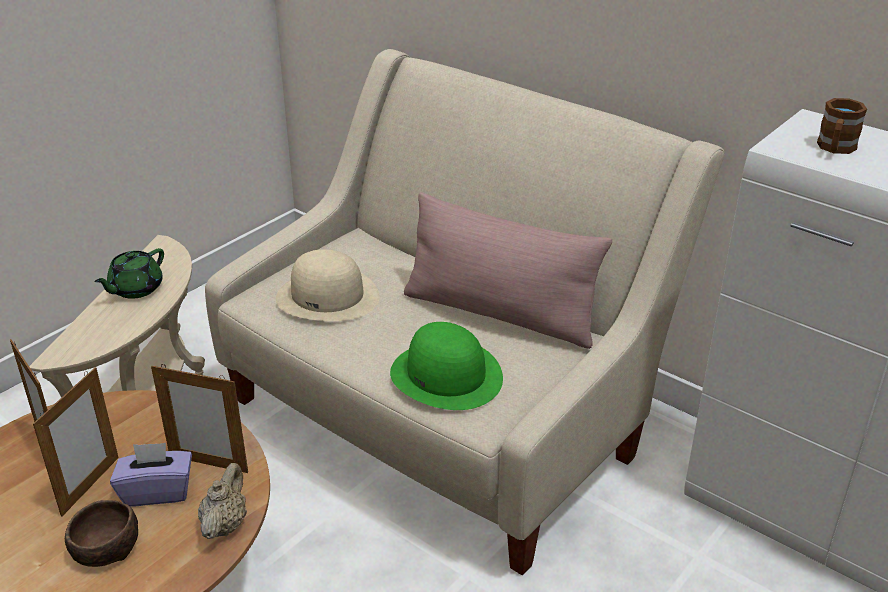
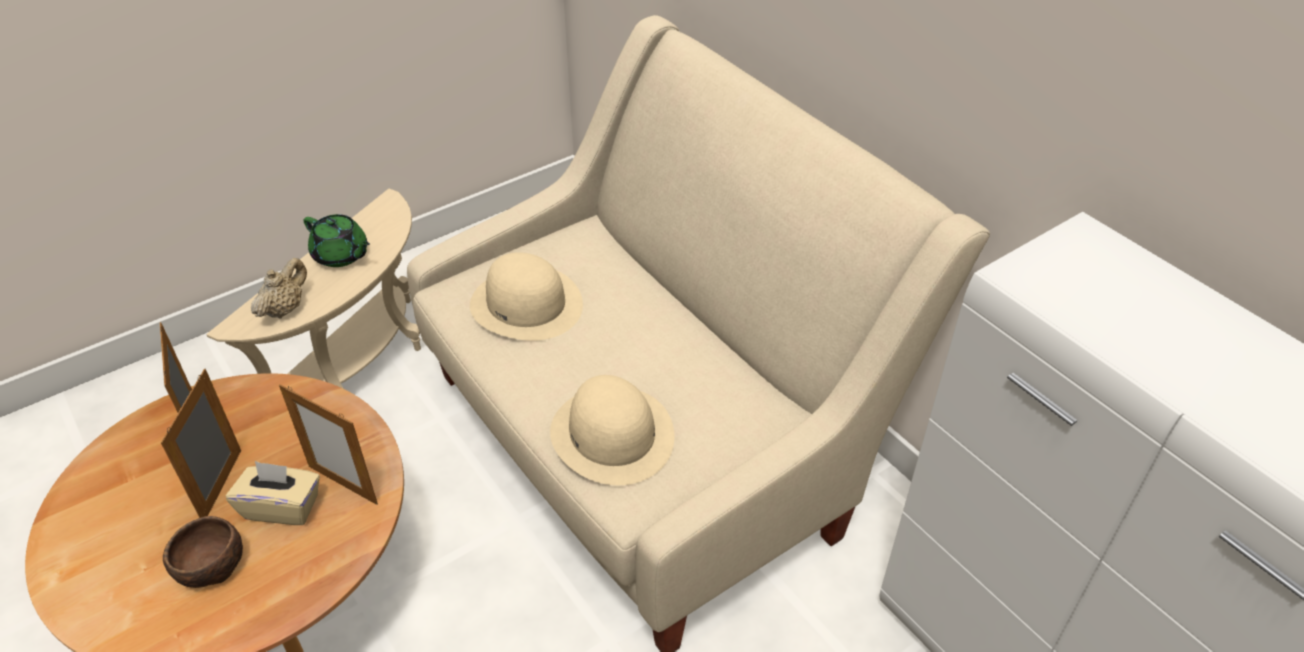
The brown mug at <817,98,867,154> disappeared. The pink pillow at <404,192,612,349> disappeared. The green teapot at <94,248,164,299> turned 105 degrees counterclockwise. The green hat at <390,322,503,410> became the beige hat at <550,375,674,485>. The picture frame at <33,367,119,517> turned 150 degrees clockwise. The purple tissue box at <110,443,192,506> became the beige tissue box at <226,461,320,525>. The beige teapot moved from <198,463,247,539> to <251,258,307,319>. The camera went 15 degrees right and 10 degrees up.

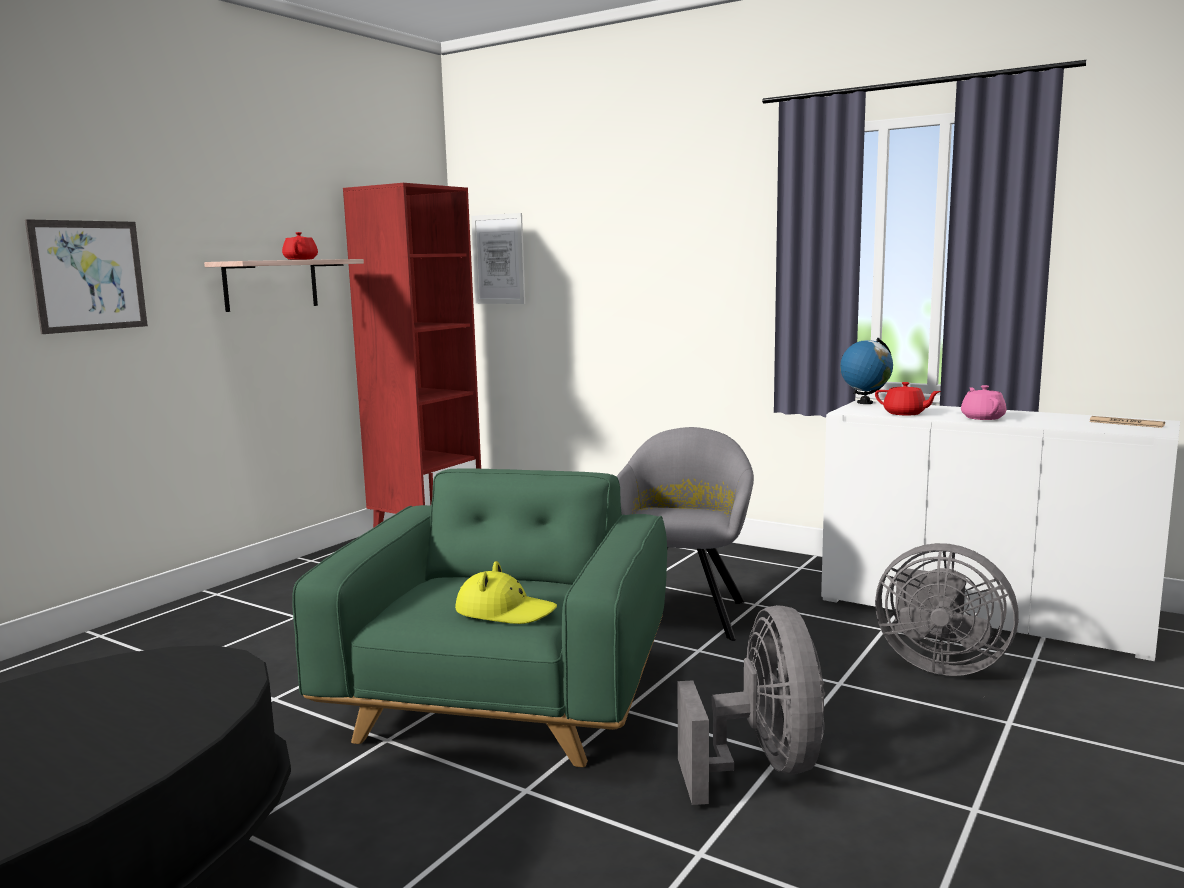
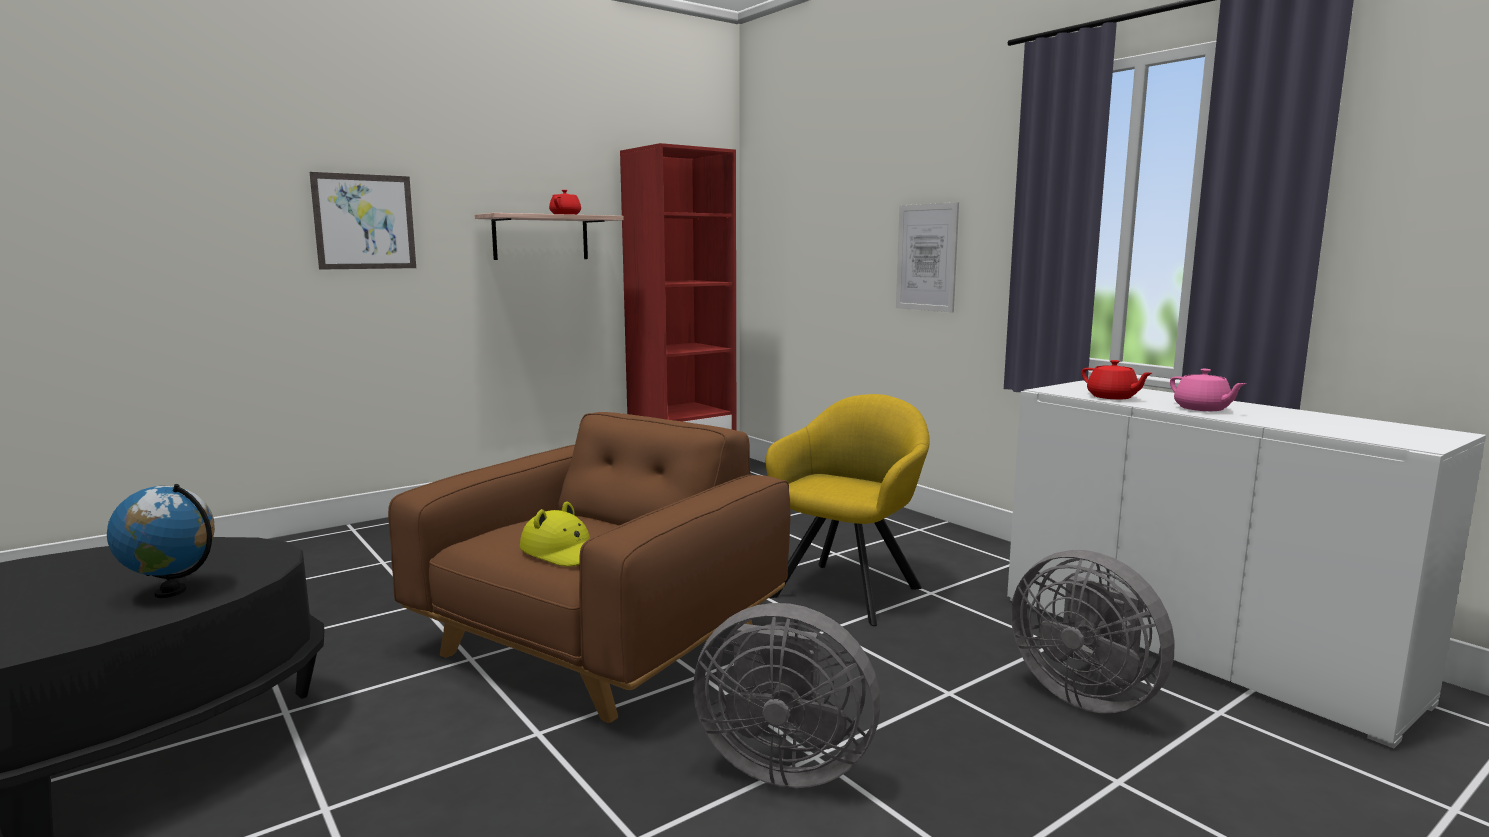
The picture moved from <471,213,525,304> to <896,202,959,312>. The globe moved from <840,338,893,404> to <107,484,215,598>. The pink teapot at <961,385,1006,420> turned 135 degrees clockwise. The newspaper at <1089,416,1165,428> disappeared. The grey armchair at <616,427,754,641> became the yellow armchair at <766,394,930,626>. The green armchair at <292,468,667,767> became the brown armchair at <388,412,790,723>. The grey fan at <677,605,825,805> turned 90 degrees clockwise. The camera went 20 degrees right and 0 degrees up.

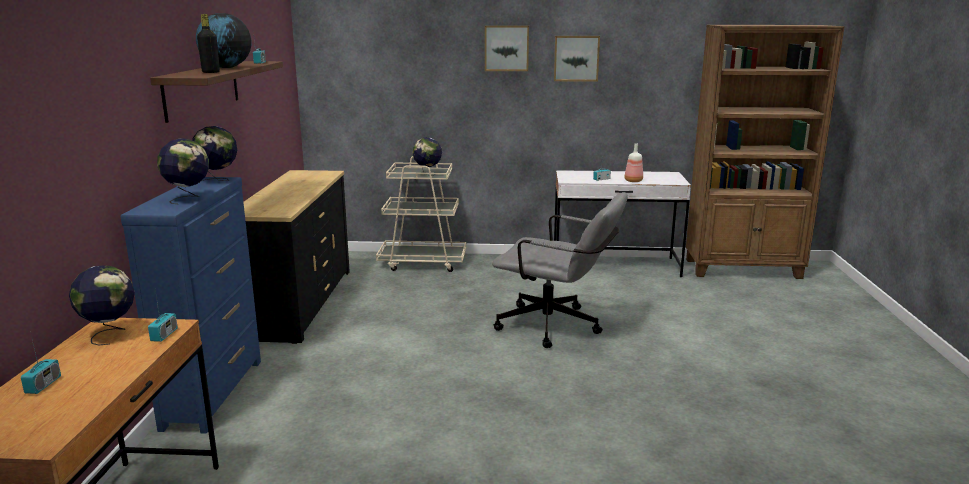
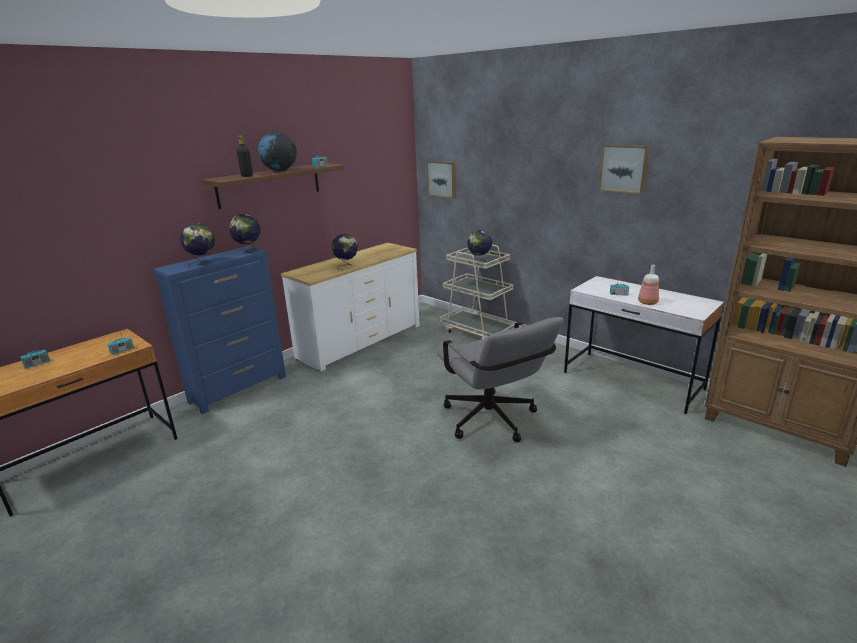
The picture moved from <485,26,529,71> to <427,161,456,198>. The black dresser at <243,170,350,344> became the white dresser at <281,243,420,371>. The globe moved from <69,266,135,346> to <332,234,358,270>. The camera went 40 degrees right and 5 degrees up.

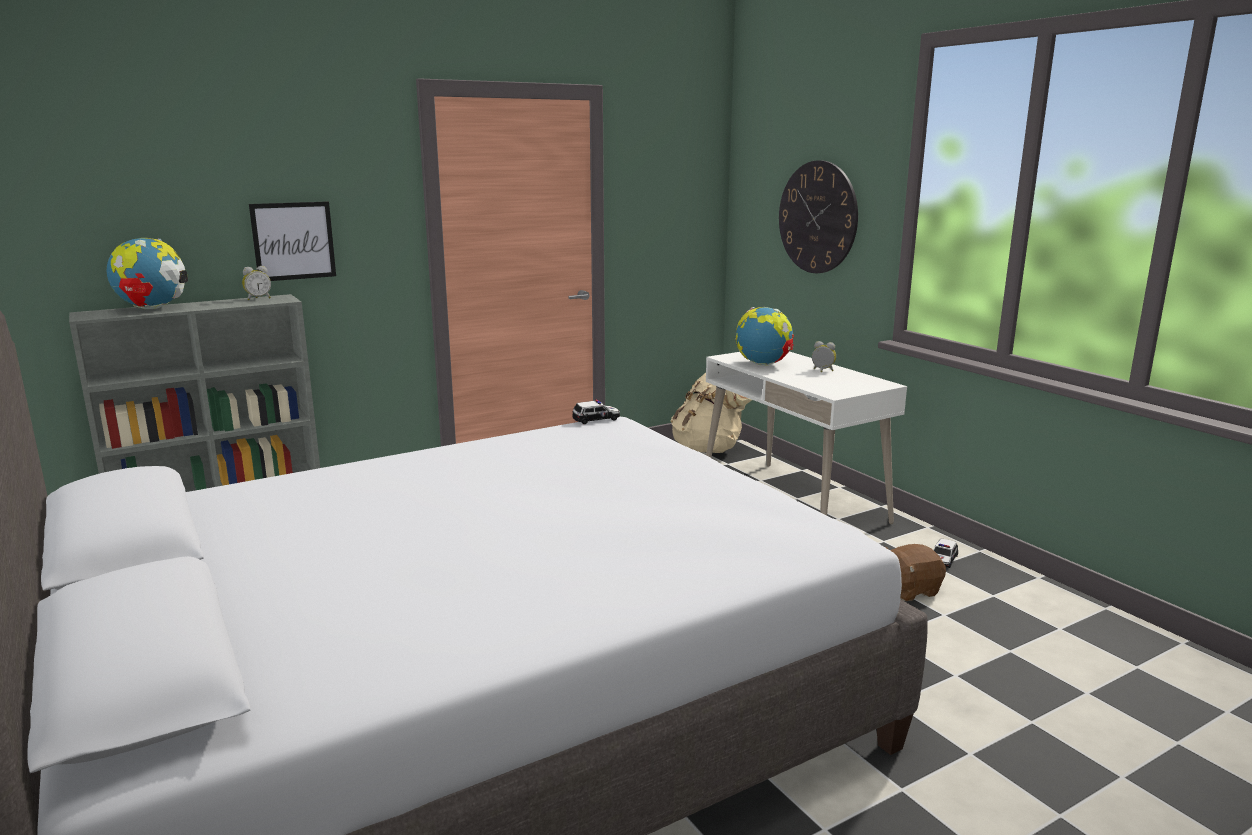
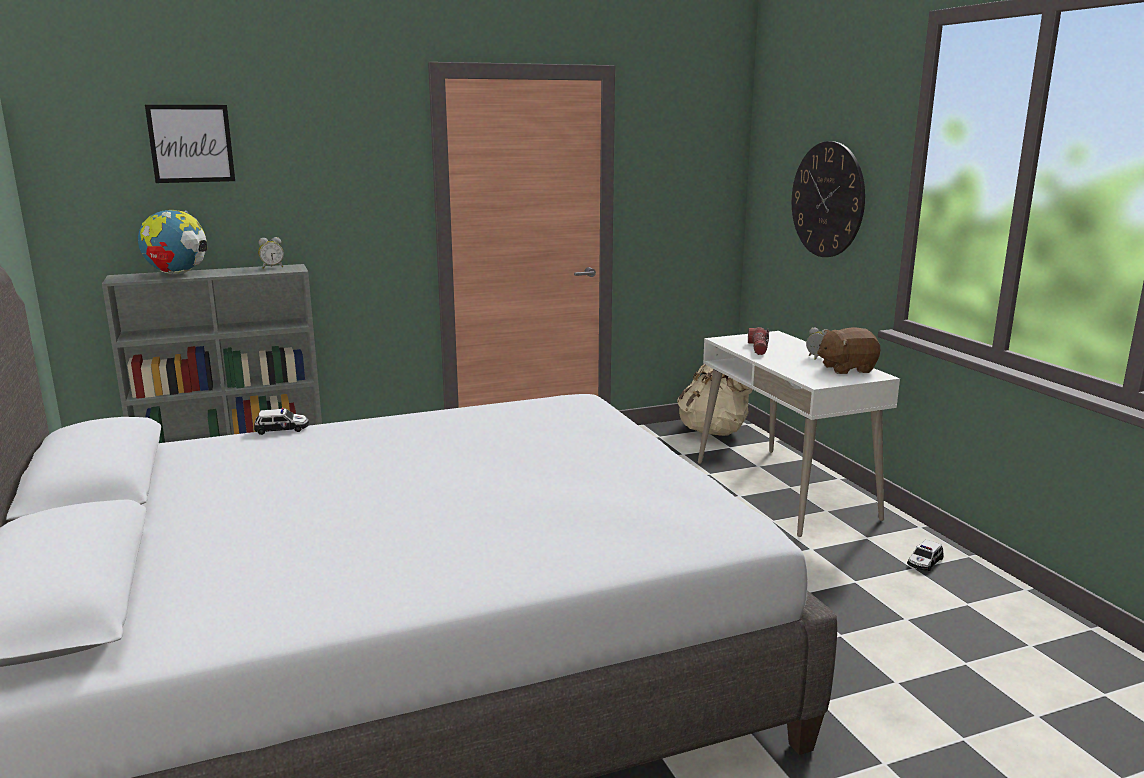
The picture moved from <249,202,336,281> to <145,105,235,183>. The globe at <735,307,794,366> was replaced by the flashlight at <748,327,769,355>. The toy car moved from <572,399,620,424> to <254,408,309,435>. The brown plush toy moved from <885,544,946,601> to <817,328,880,374>. The camera went 10 degrees right and 0 degrees up.

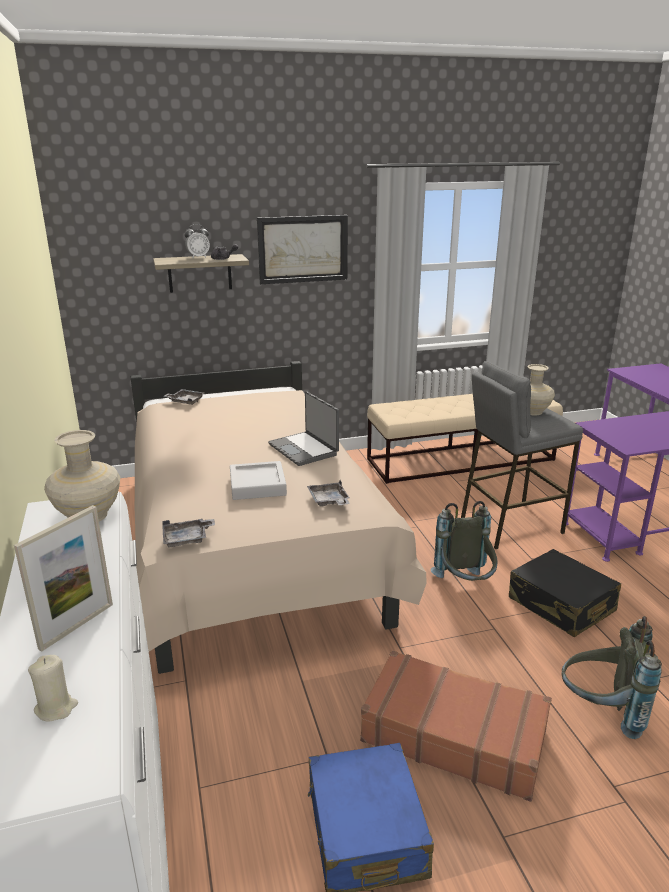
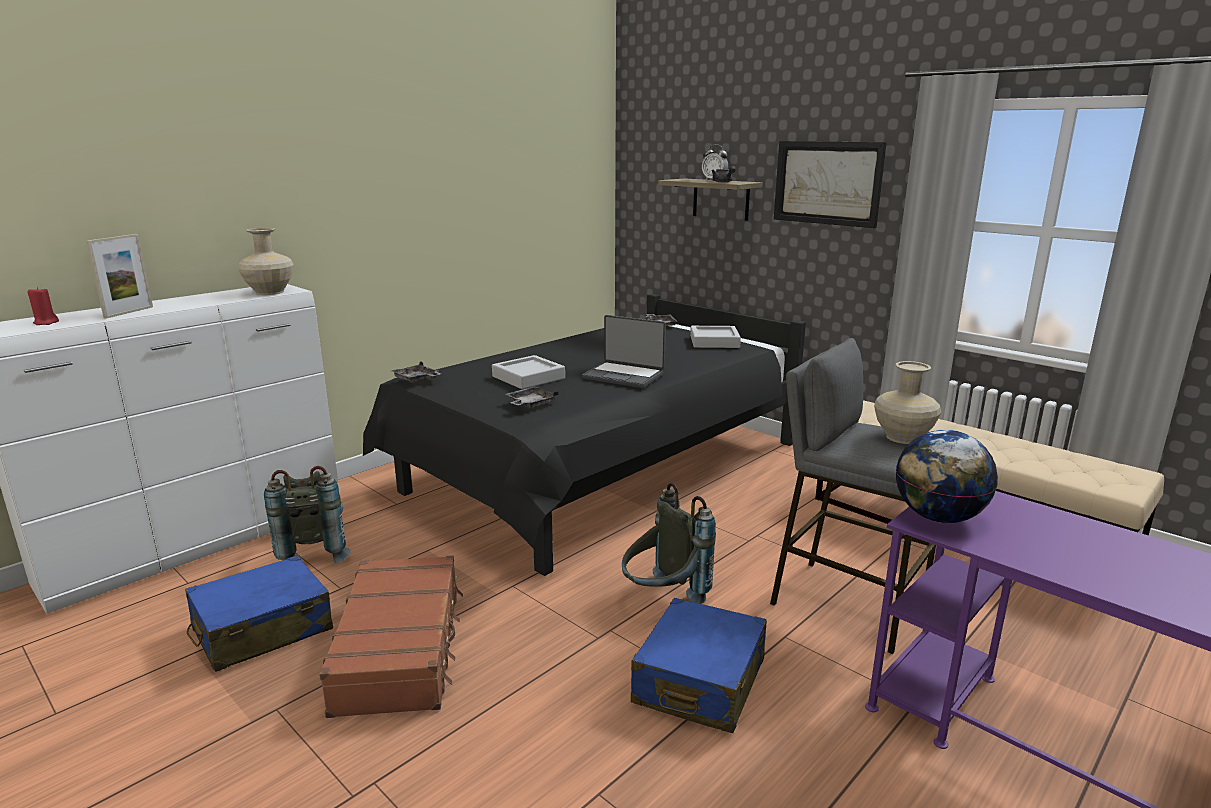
The beige bed at <131,361,426,674> became the black bed at <363,294,806,576>. The laptop at <268,392,339,466> turned 90 degrees counterclockwise. The picture frame at <14,505,113,652> turned 75 degrees counterclockwise. The black suitcase at <509,549,621,637> became the blue suitcase at <631,598,767,733>. The grey backpack moved from <561,616,662,739> to <264,466,351,563>. The beige candle at <28,655,78,722> became the red candle at <27,287,59,325>. The grey tray at <690,326,741,348> appeared. The globe at <896,430,998,523> appeared. The camera went 60 degrees right and 5 degrees down.

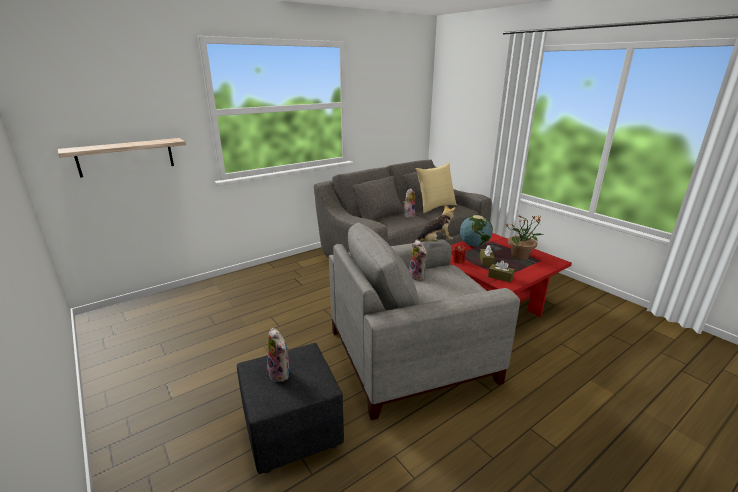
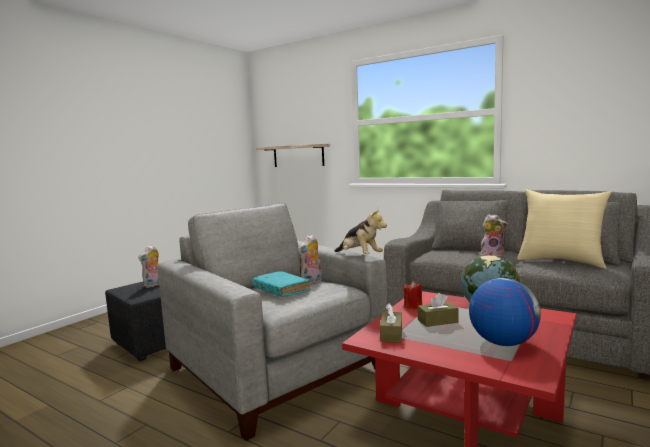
The potted plant at <506,215,544,260> was replaced by the globe at <469,278,541,346>. The turquoise book at <252,271,310,297> appeared. The camera went 70 degrees right and 15 degrees down.

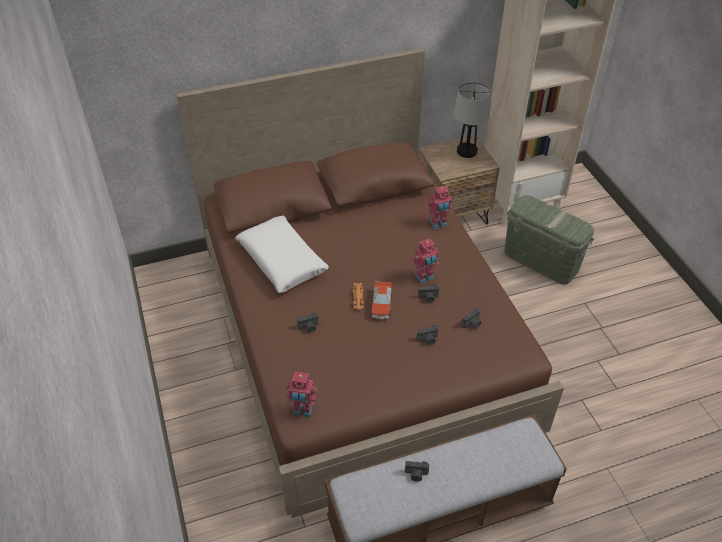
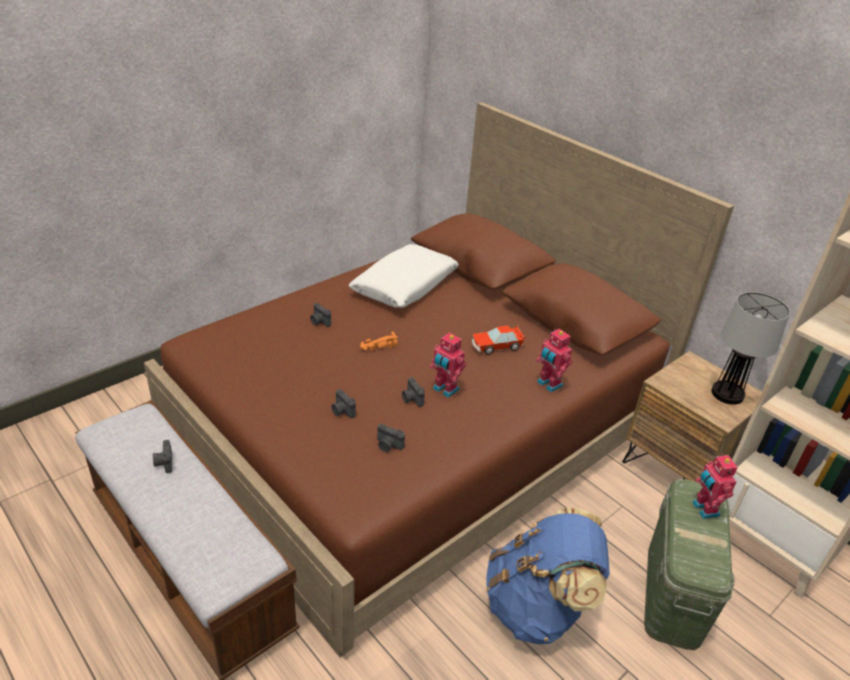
The toy car moved from <371,281,392,319> to <472,325,526,355>. The toy robot moved from <286,372,317,417> to <692,453,738,519>. The blue backpack at <486,507,610,644> appeared. The camera went 65 degrees right and 10 degrees down.

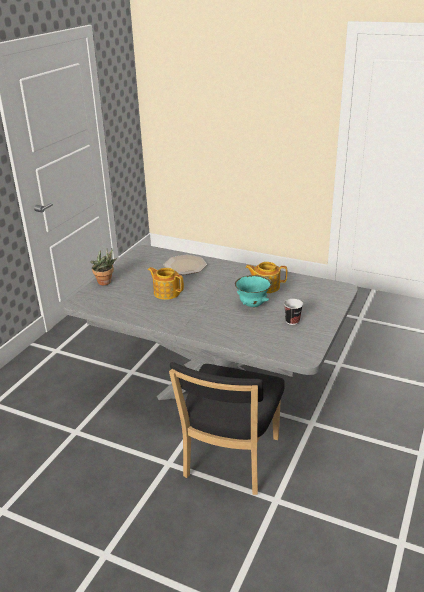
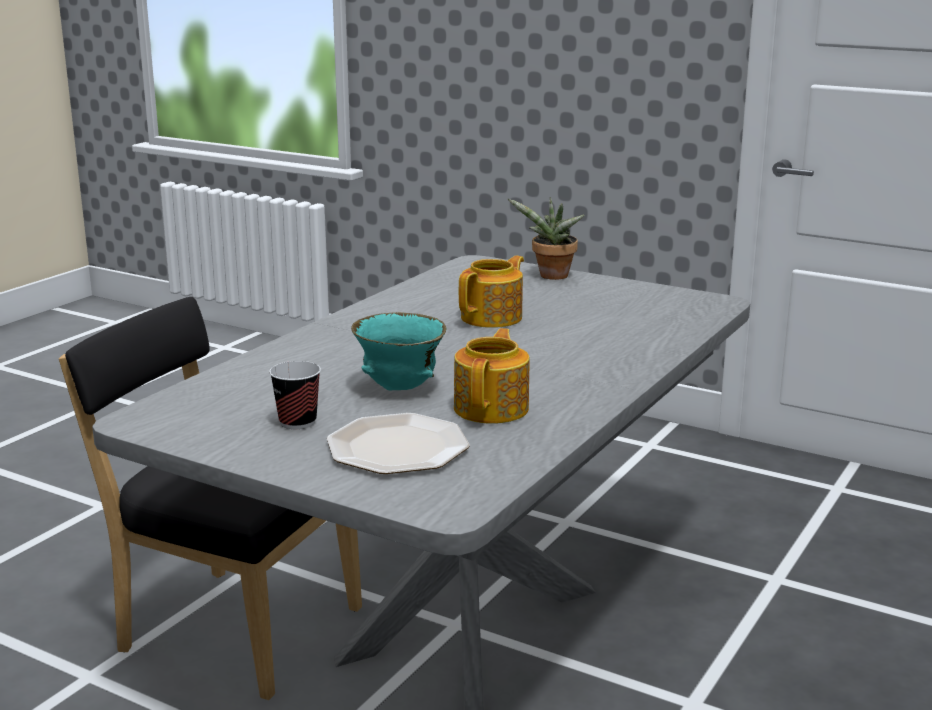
The plate moved from <163,255,207,275> to <327,413,470,474>. The camera went 95 degrees right and 10 degrees down.

